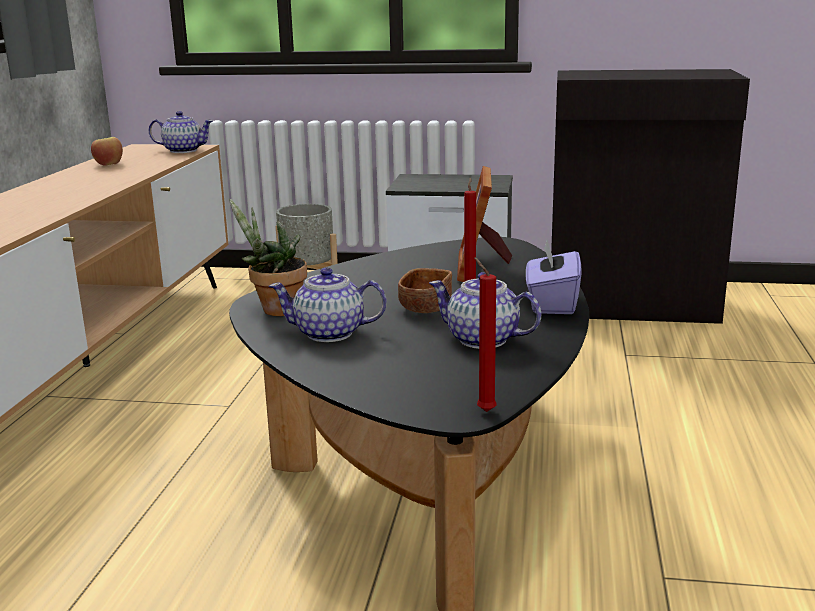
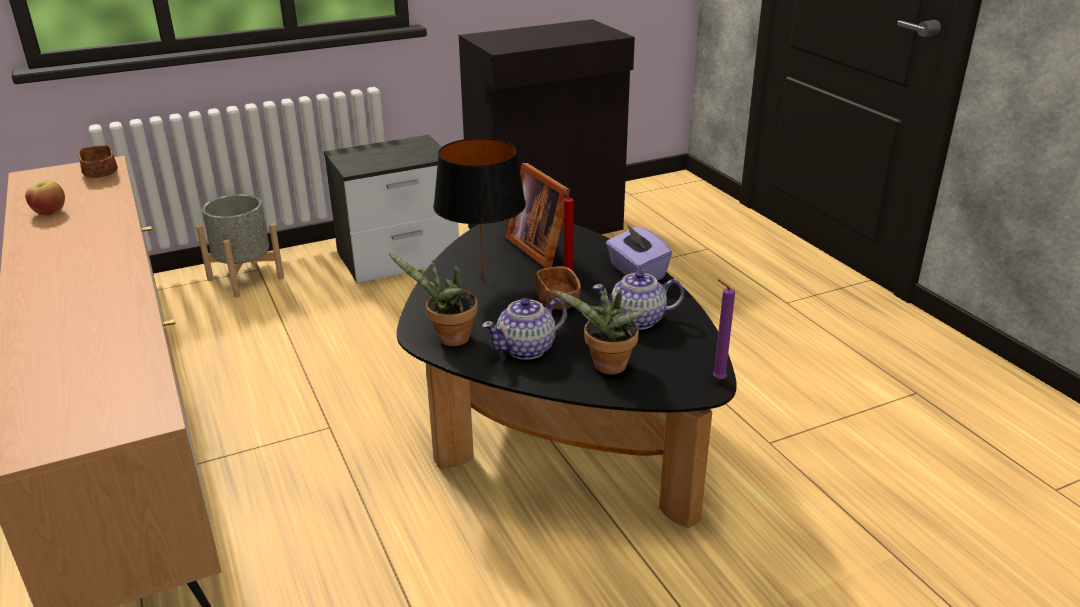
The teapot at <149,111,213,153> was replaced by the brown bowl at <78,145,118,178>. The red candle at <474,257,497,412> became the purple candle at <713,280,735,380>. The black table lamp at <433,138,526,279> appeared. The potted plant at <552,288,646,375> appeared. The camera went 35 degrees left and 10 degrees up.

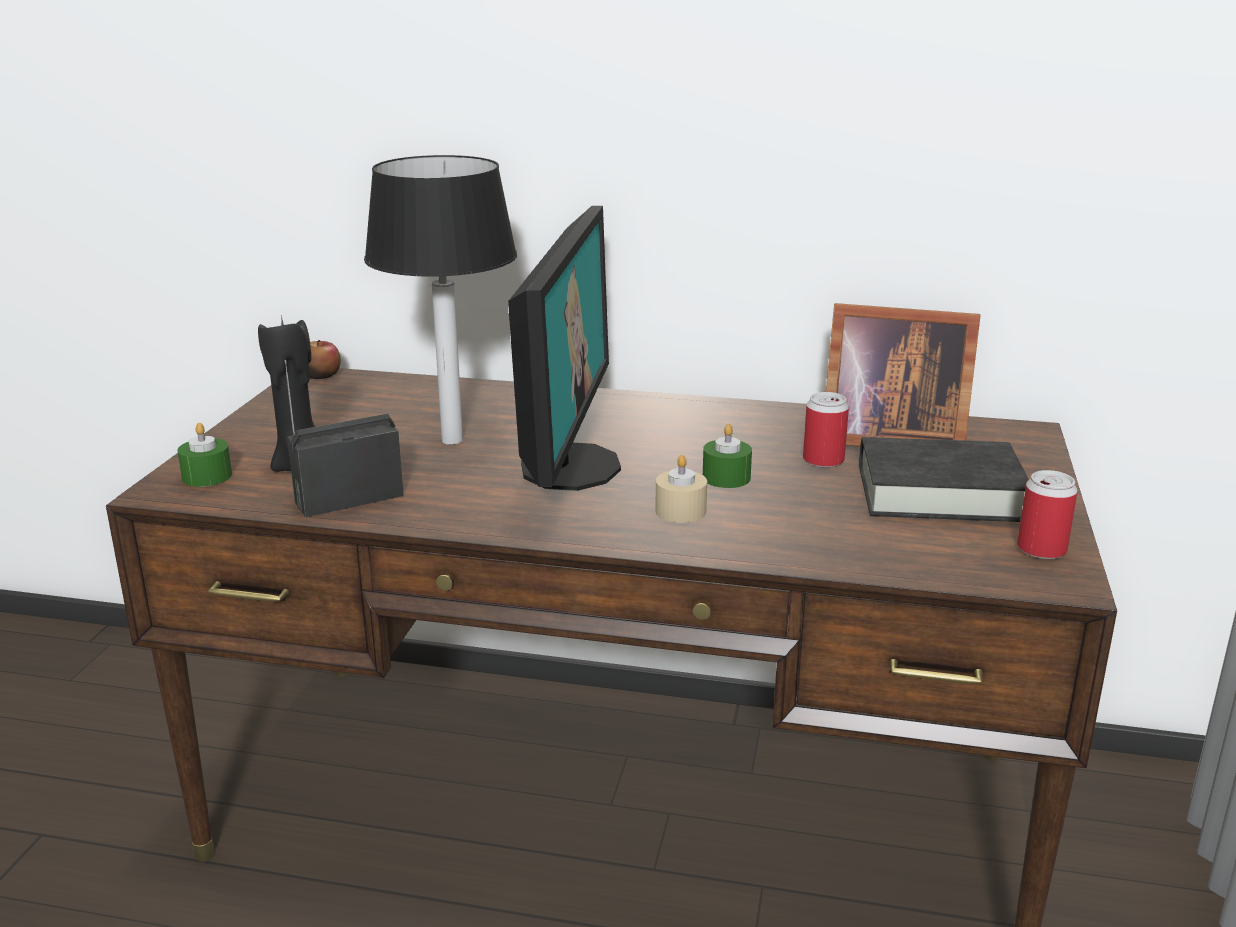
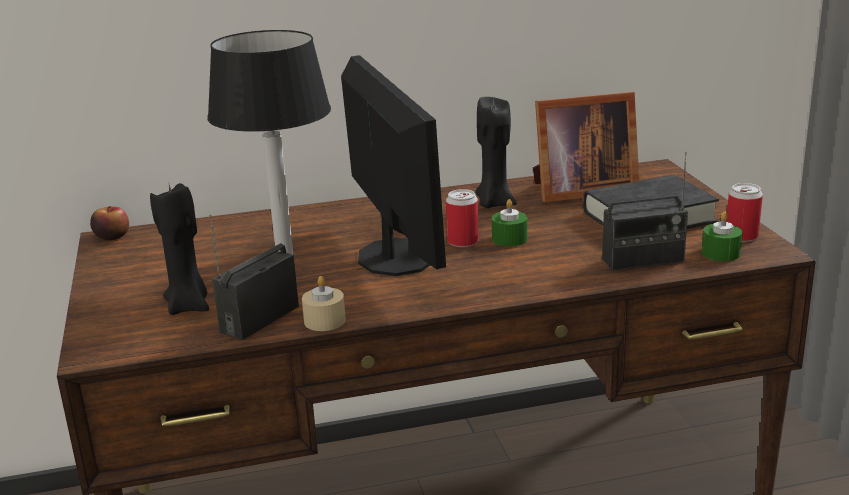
The can moved from <803,392,849,468> to <446,189,479,247>. The green candle moved from <177,423,232,487> to <702,211,743,261>. The beige candle moved from <655,455,707,523> to <302,276,346,331>. The black candle at <475,97,517,208> appeared. The radio at <602,152,688,271> appeared. The camera went 25 degrees left and 0 degrees up.

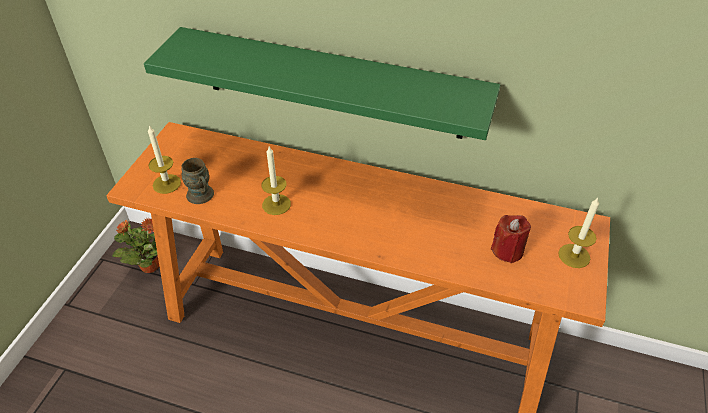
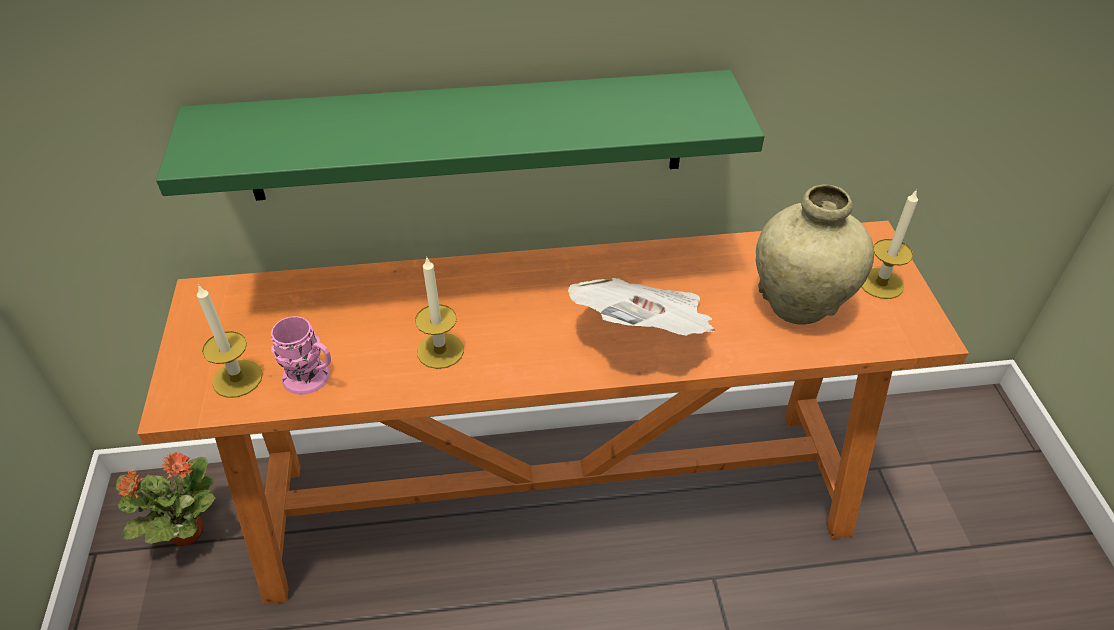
The brown mug at <181,158,214,204> became the pink mug at <271,316,331,395>. The red candle at <491,215,531,263> was replaced by the beige vase at <756,184,874,325>. The newspaper at <568,278,715,335> appeared. The camera went 25 degrees left and 0 degrees up.

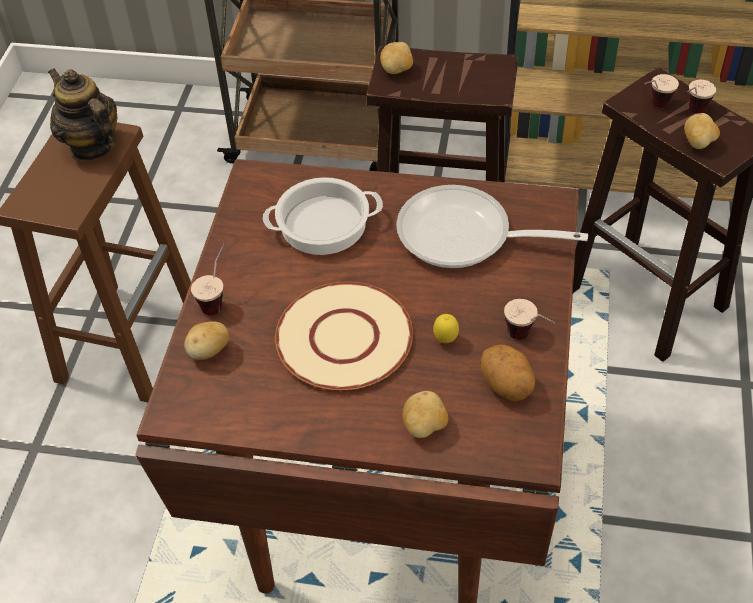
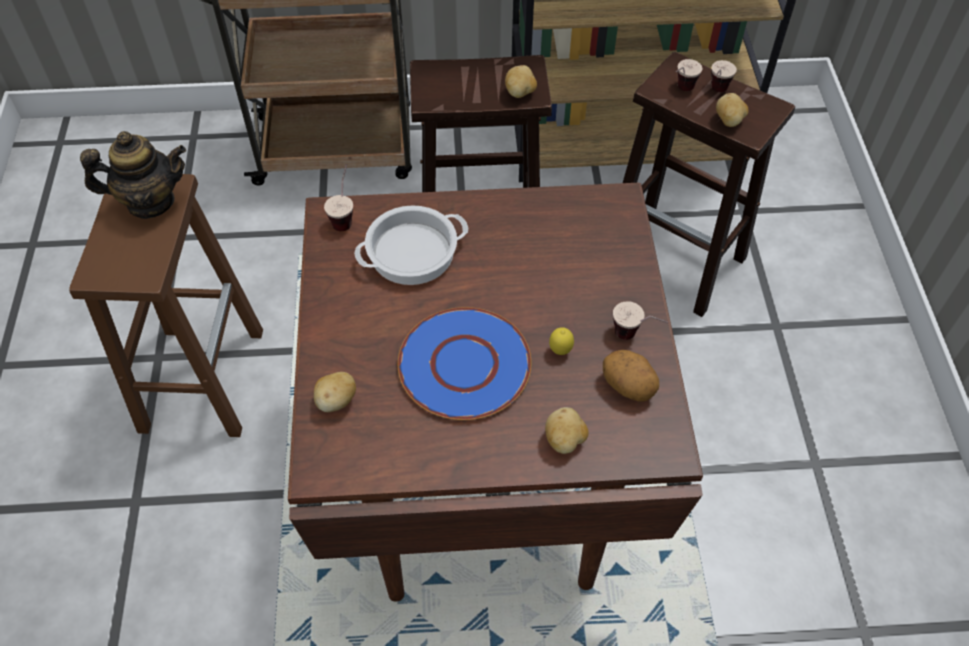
The potato moved from <380,42,413,74> to <505,65,537,98>. The teapot at <48,68,117,161> turned 135 degrees clockwise. The frying pan at <396,185,588,268> disappeared. The cup moved from <191,243,225,315> to <324,164,353,231>. The beige plate at <275,282,413,390> became the blue plate at <398,307,532,420>. The camera went 15 degrees left and 5 degrees up.

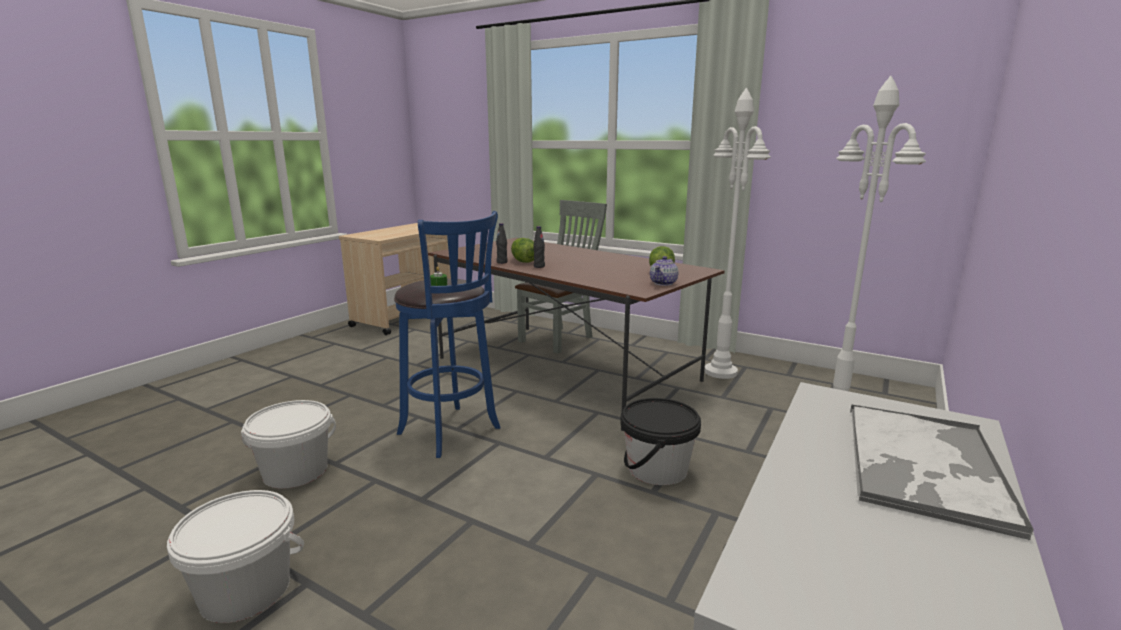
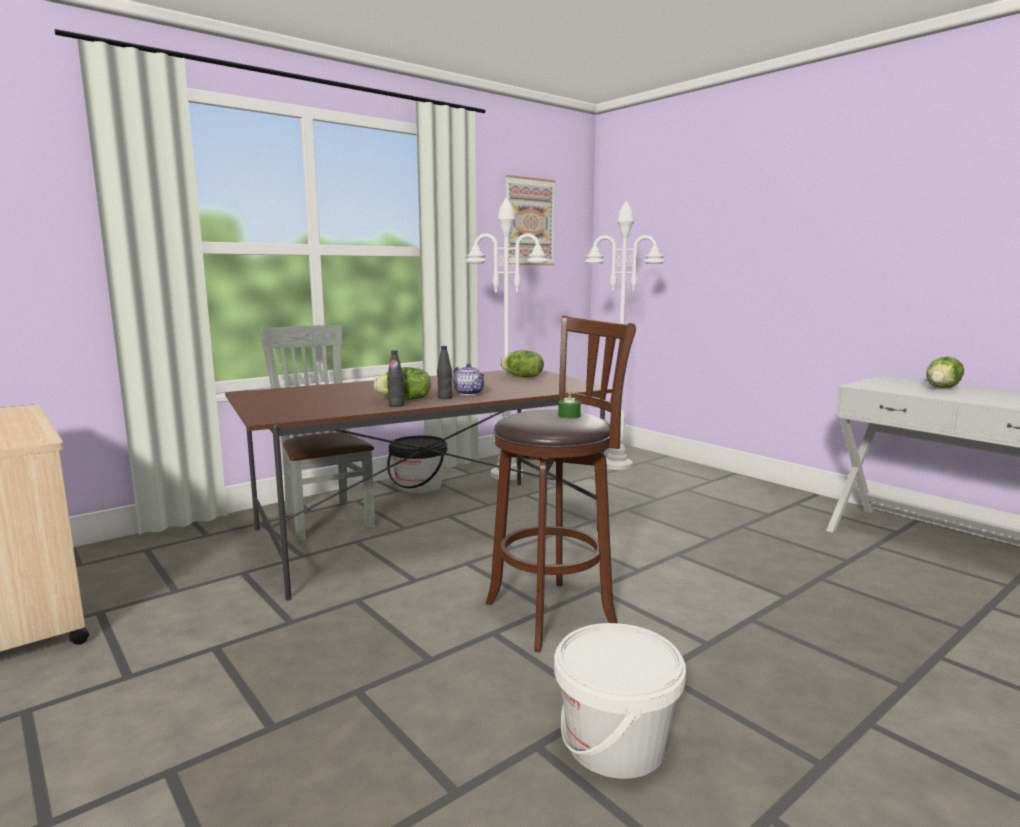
The blue stool at <394,211,500,458> became the brown stool at <486,316,636,652>. The teapot moved from <650,256,679,286> to <453,363,485,395>. The black bucket moved from <620,398,701,485> to <387,436,447,493>. The tray at <850,404,1034,540> was replaced by the lettuce at <926,357,964,388>. The white bucket at <167,490,304,623> disappeared. The picture at <505,175,556,265> appeared. The camera went 70 degrees left and 5 degrees down.

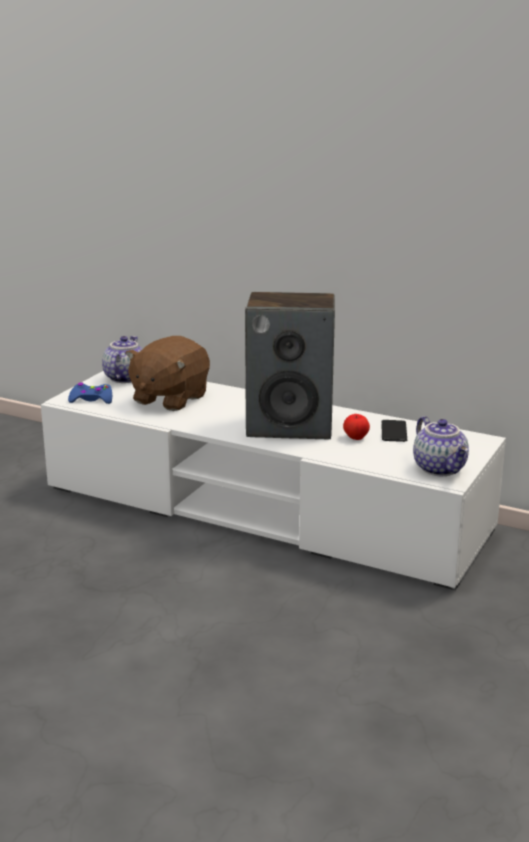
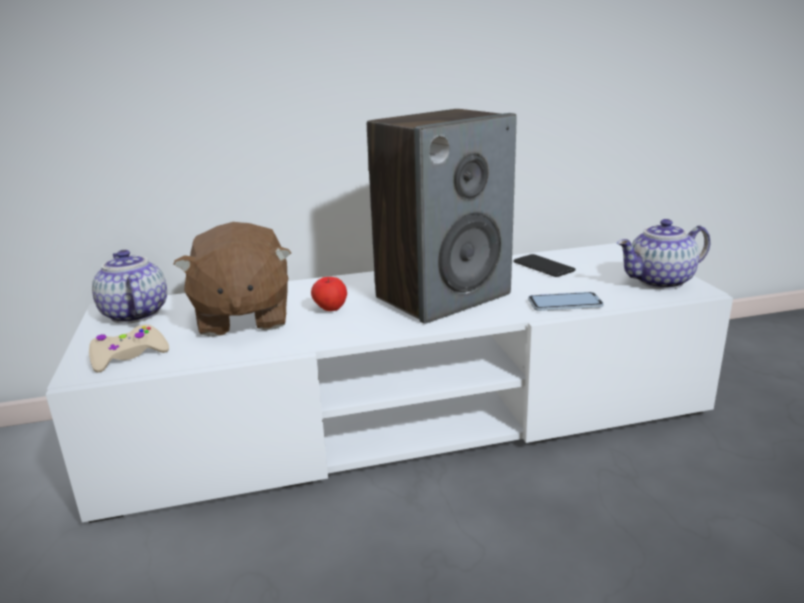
The blue game controller at <68,382,112,404> became the beige game controller at <89,324,169,373>. The apple moved from <343,414,370,440> to <311,277,347,311>. The teapot at <413,416,469,476> turned 135 degrees clockwise. The phone at <528,292,604,311> appeared. The camera went 40 degrees left and 0 degrees up.

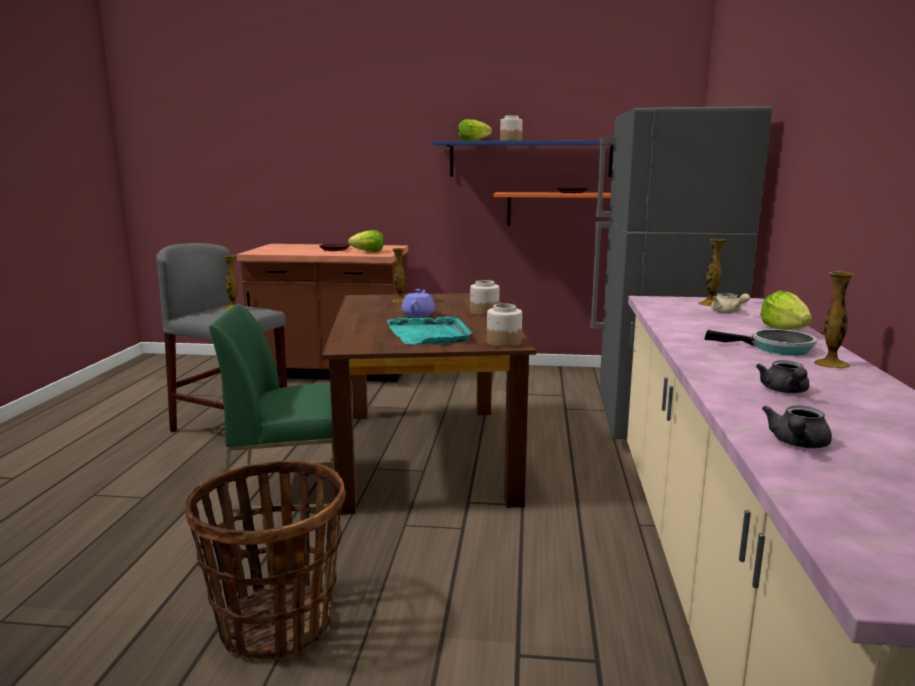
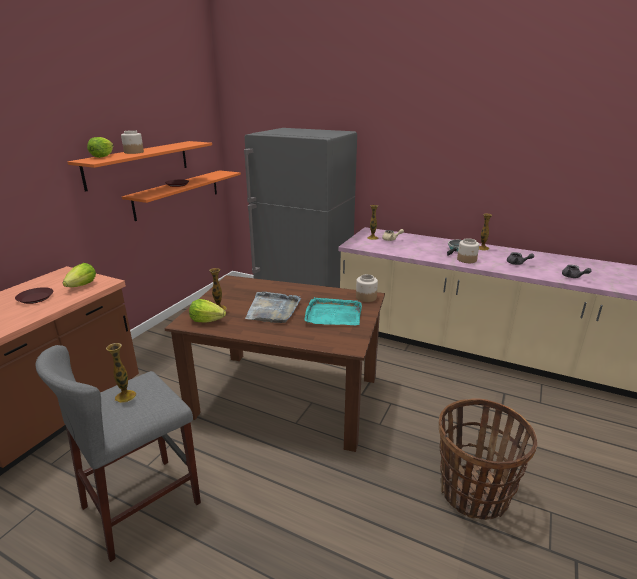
The blue shelf at <433,140,613,177> became the orange shelf at <68,141,212,192>. The jar moved from <470,280,499,316> to <457,238,479,263>. The purple teapot at <401,289,435,317> was replaced by the grey tray at <245,292,301,323>. The lettuce moved from <760,291,812,330> to <189,299,226,323>. The green chair at <209,304,335,513> disappeared. The camera went 70 degrees left and 10 degrees up.

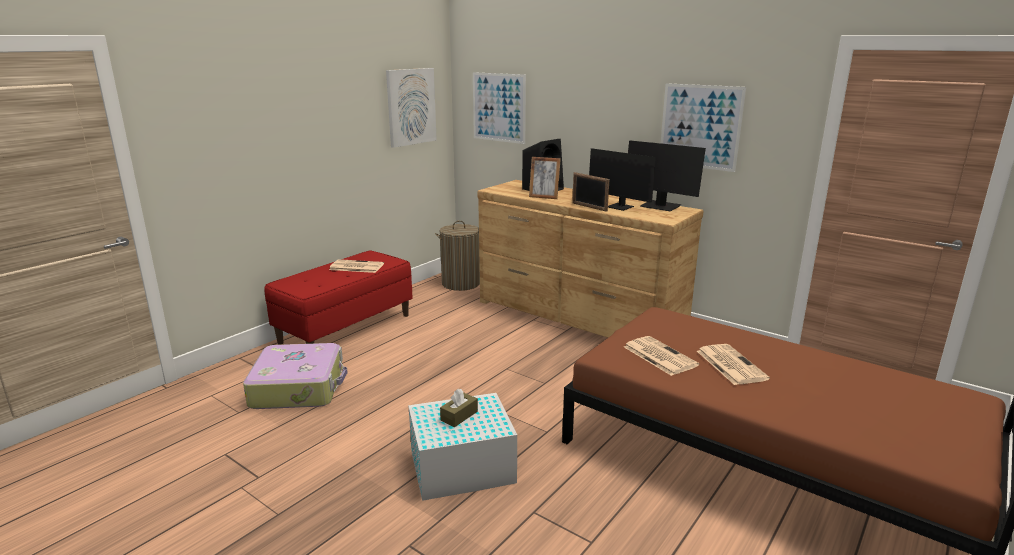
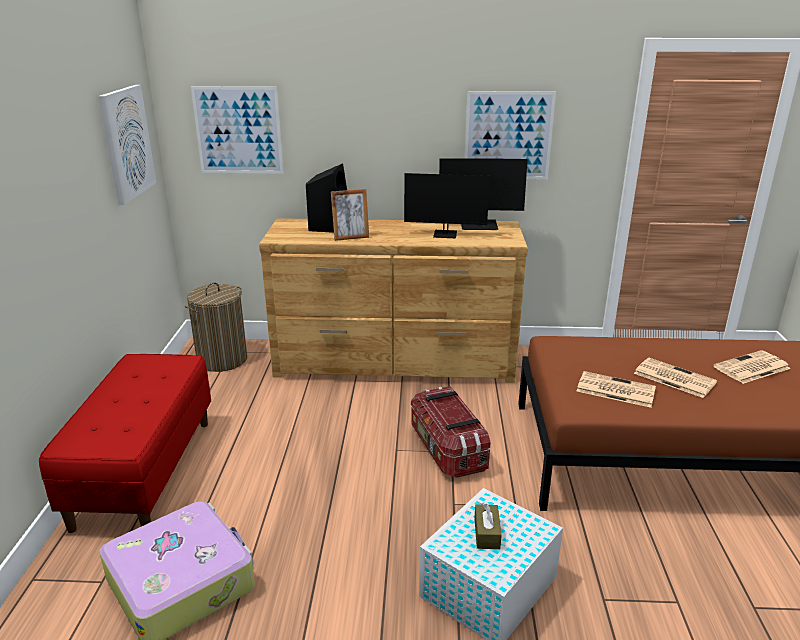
The picture frame at <572,172,610,212> disappeared. The newspaper moved from <329,259,384,273> to <713,350,790,384>. The storage box at <411,386,491,478> appeared. The camera went 35 degrees left and 5 degrees up.

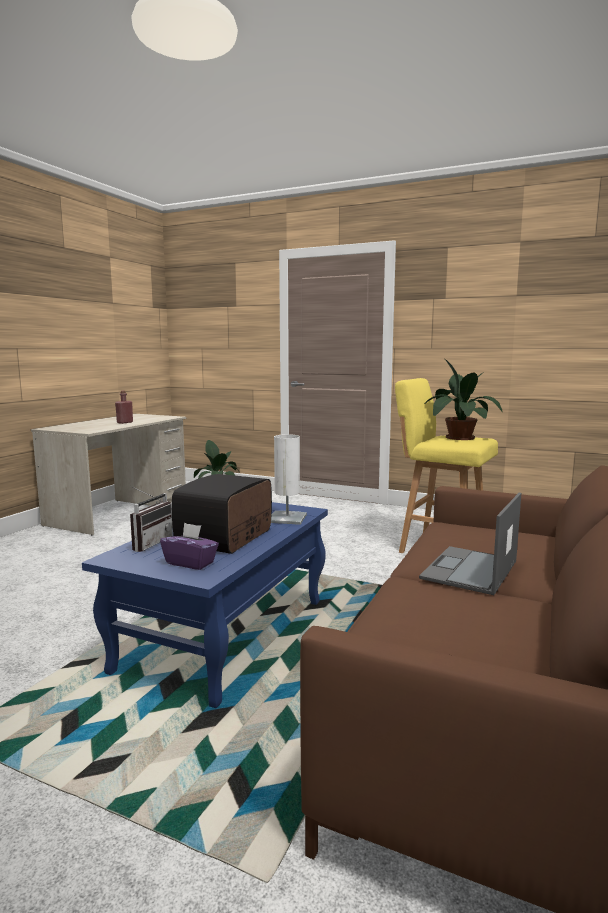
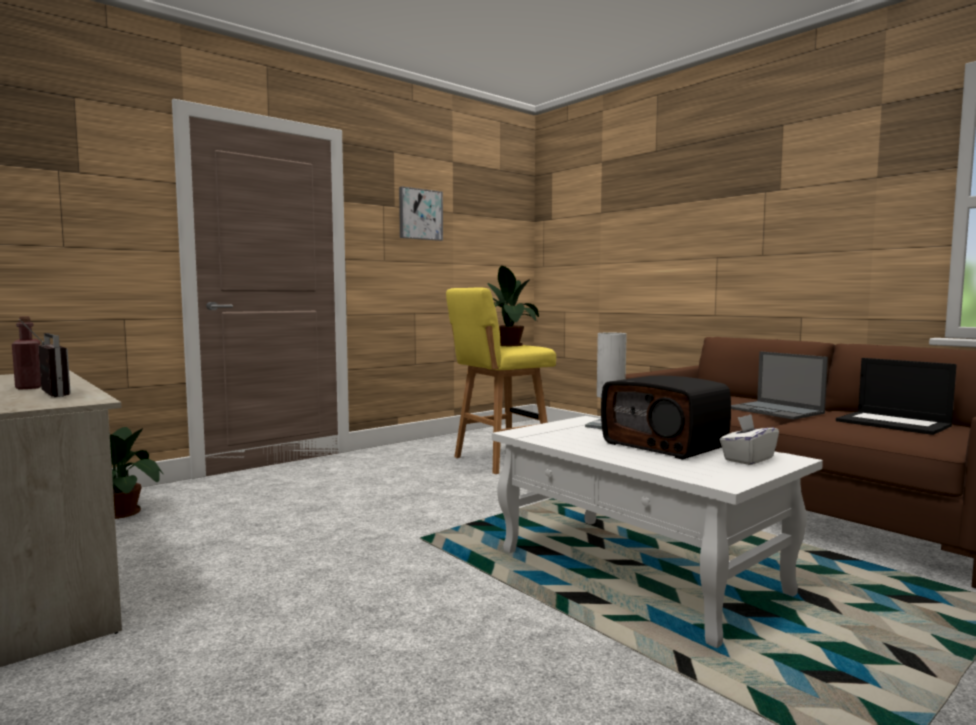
The radio moved from <130,486,173,552> to <19,319,71,397>. The blue coffee table at <82,502,328,708> became the white coffee table at <492,416,823,648>. The purple tissue box at <160,523,219,570> became the white tissue box at <720,414,779,465>. The picture at <399,186,443,241> appeared. The laptop at <836,358,957,435> appeared. The camera went 65 degrees left and 5 degrees down.

